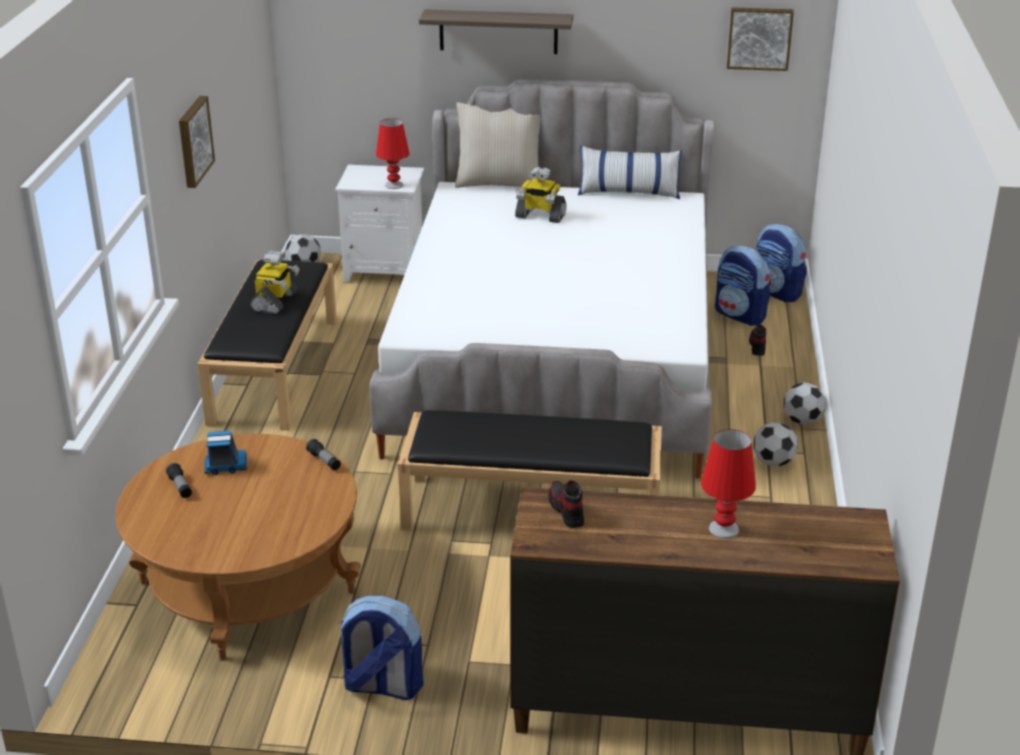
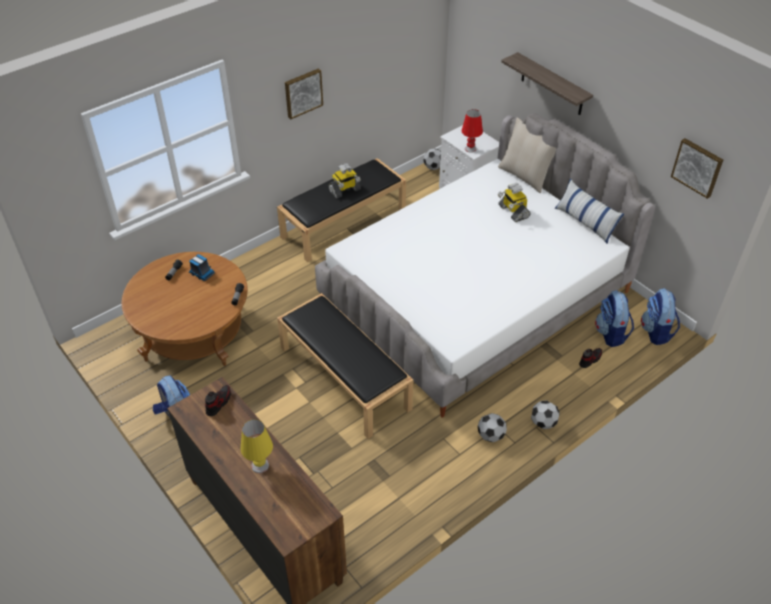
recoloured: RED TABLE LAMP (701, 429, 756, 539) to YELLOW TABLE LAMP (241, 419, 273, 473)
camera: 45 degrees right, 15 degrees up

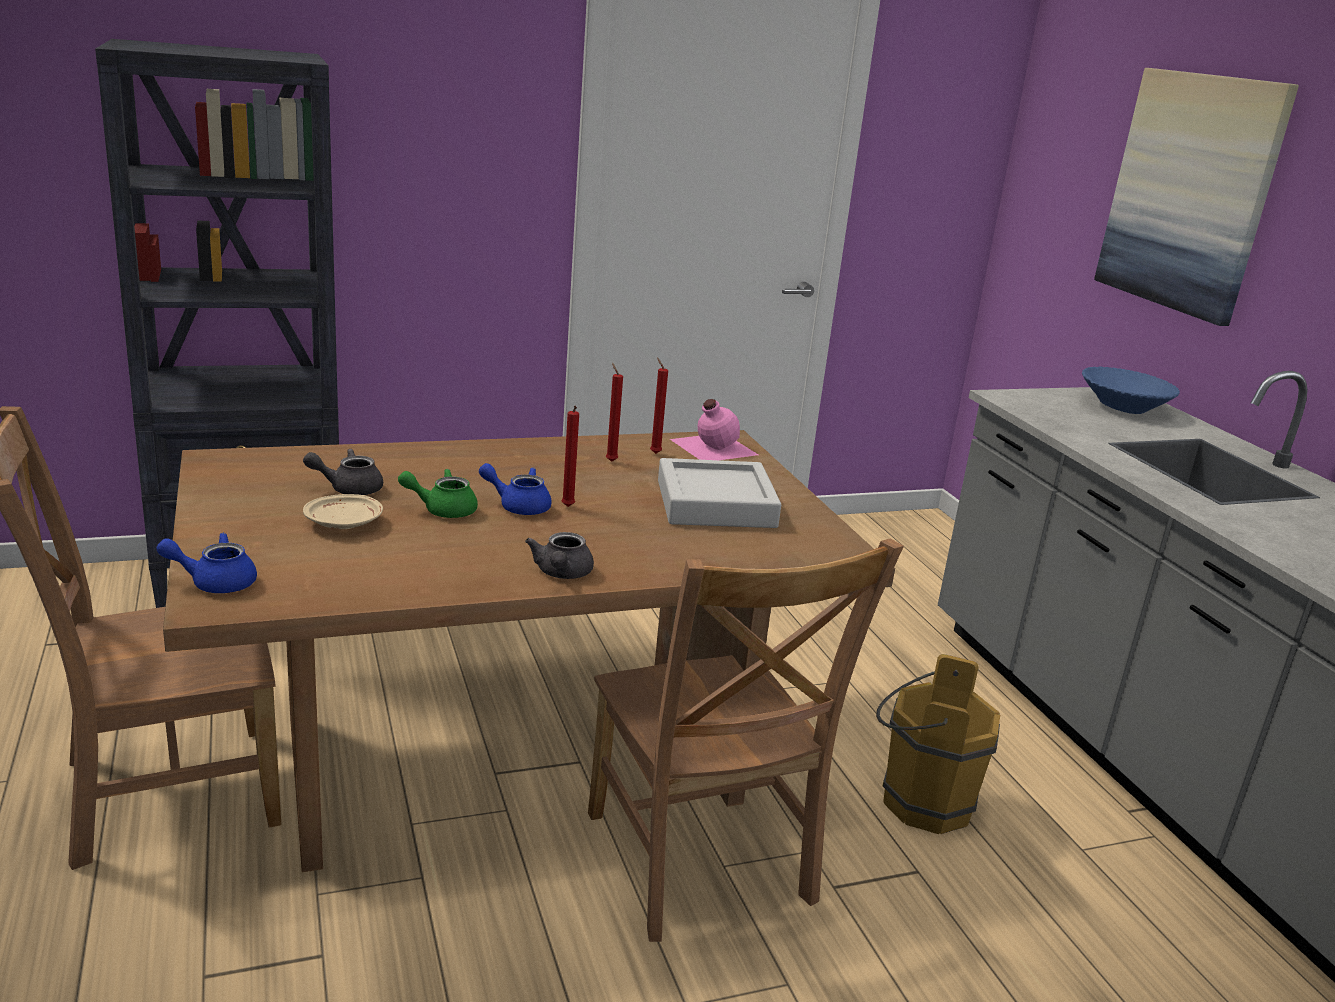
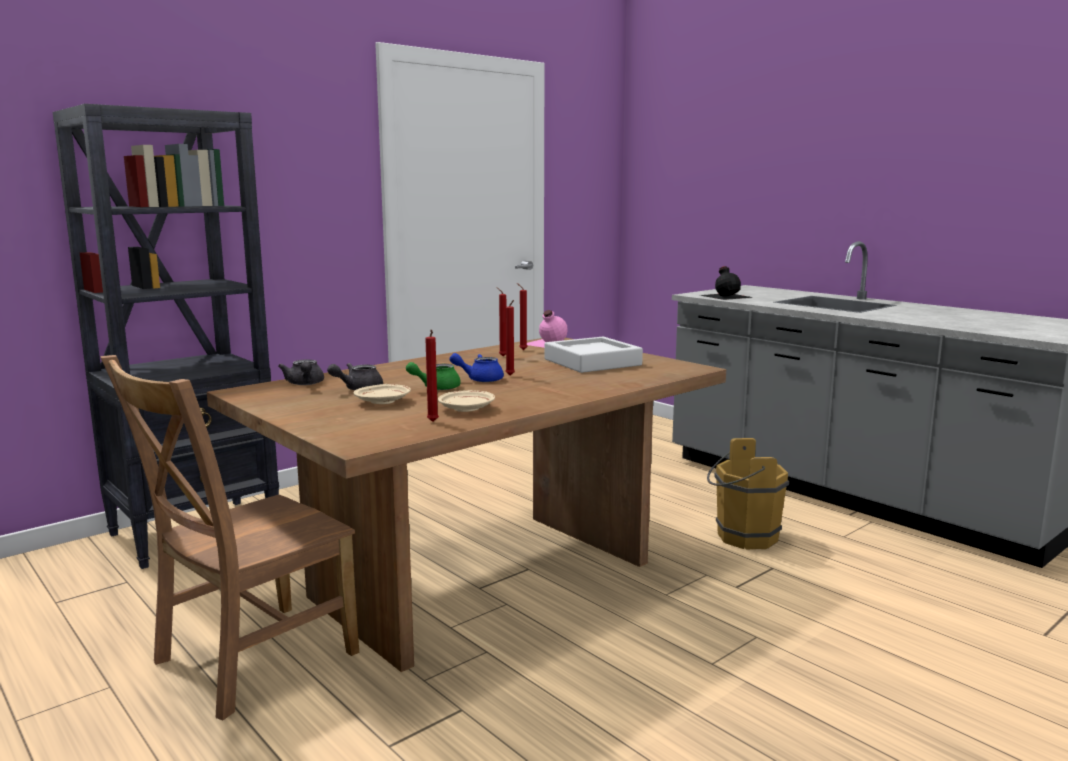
removed: PICTURE (1094, 68, 1299, 326); BLUE BOWL (1082, 367, 1180, 414); BLUE TEAPOT (156, 533, 257, 593); BROWN CHAIR (588, 539, 904, 942)
added: BLACK BOTTLE (700, 266, 753, 300); RED CANDLE (425, 329, 439, 422); BEIGE PLATE (438, 390, 495, 412)
moved: GREY TEAPOT (525, 532, 594, 579) to (278, 359, 324, 385)
camera: 20 degrees left, 10 degrees down

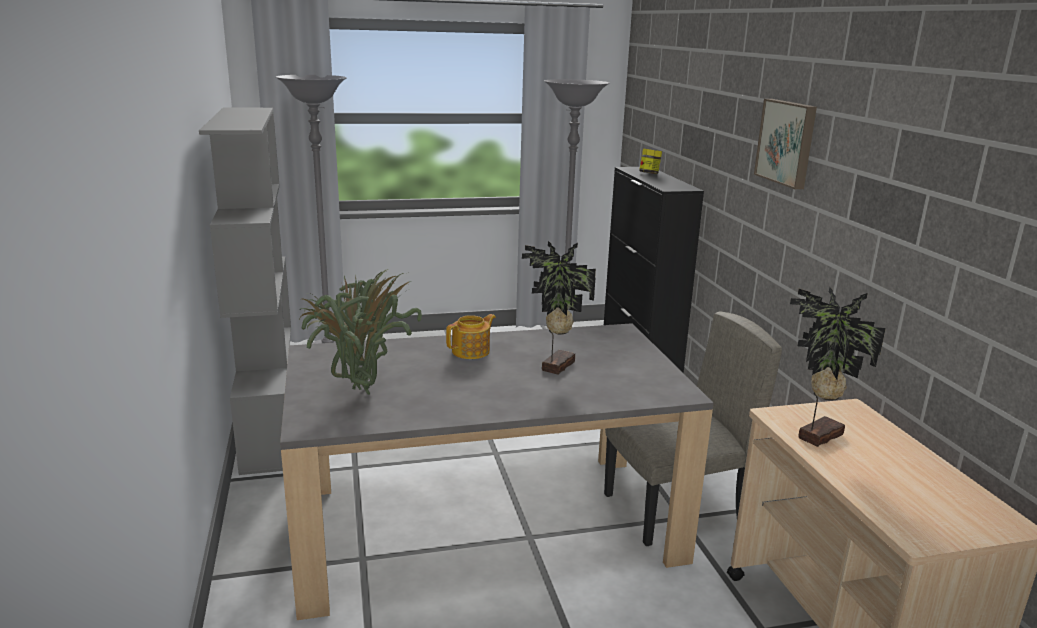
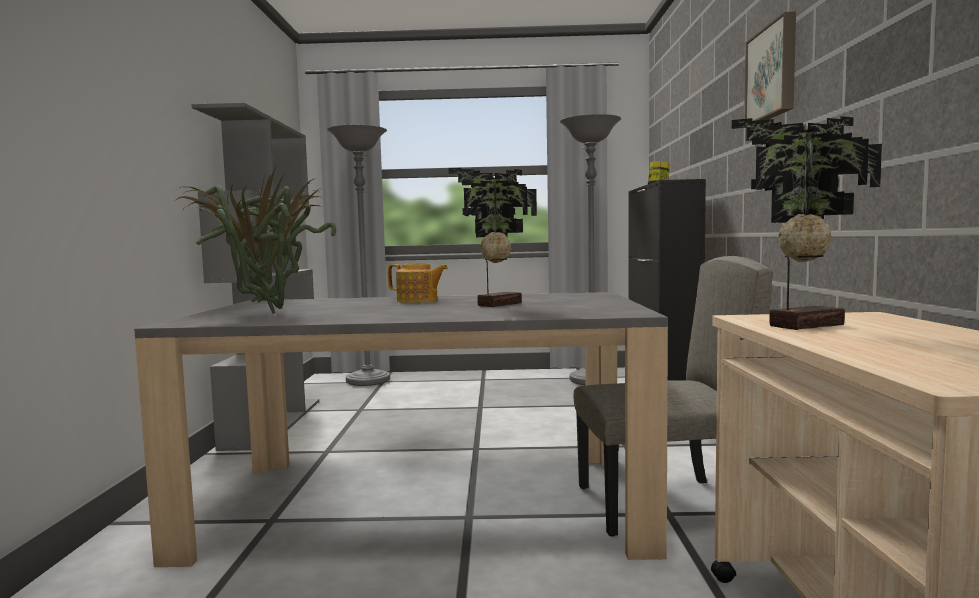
turned: TEAPOT (446, 314, 496, 359) = (388, 263, 448, 303) 45 degrees clockwise
camera: 15 degrees right, 15 degrees down

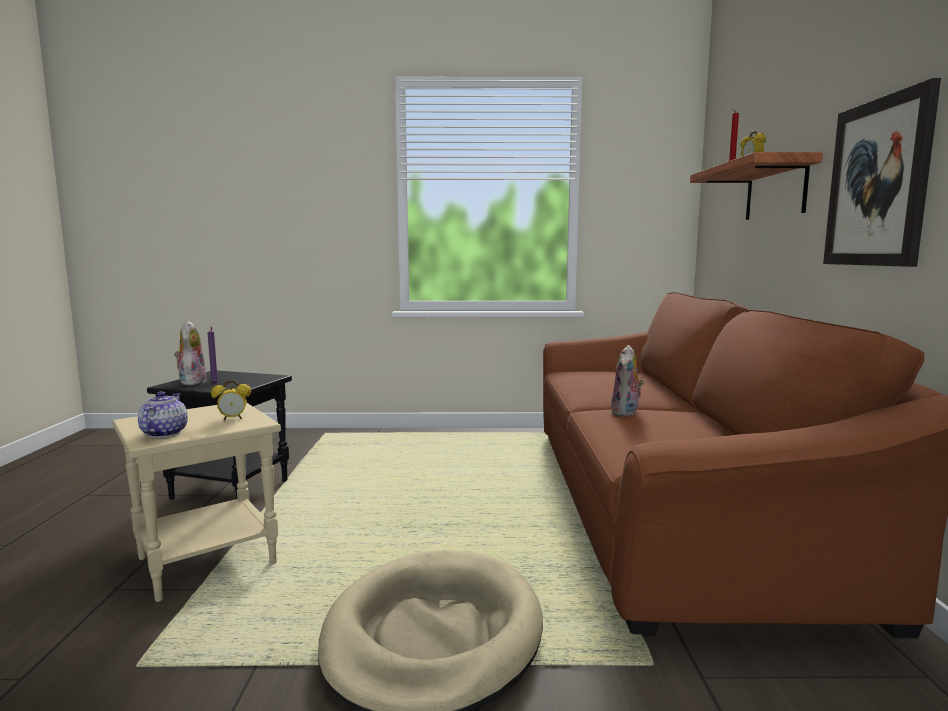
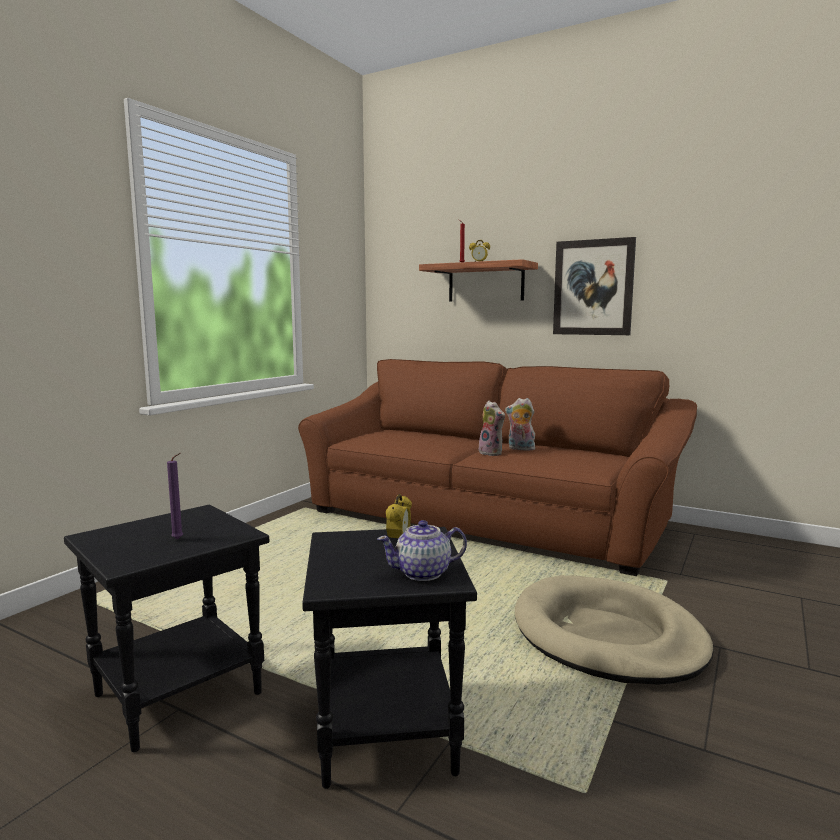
moved: PLUSH TOY (174, 321, 206, 385) to (505, 398, 535, 451)
recoloured: BEIGE SIDE TABLE (113, 403, 281, 602) to BLACK SIDE TABLE (302, 527, 477, 789)
turned: TEAPOT (138, 391, 188, 438) = (377, 520, 467, 581) 45 degrees counterclockwise
camera: 60 degrees left, 0 degrees up

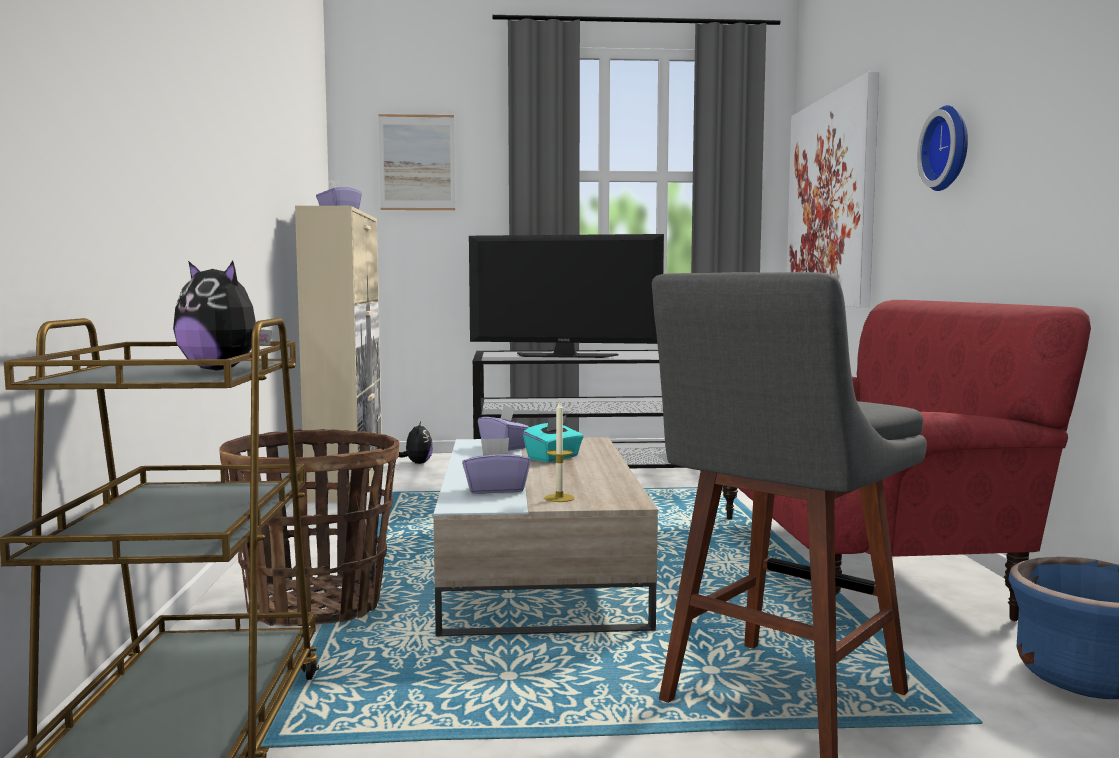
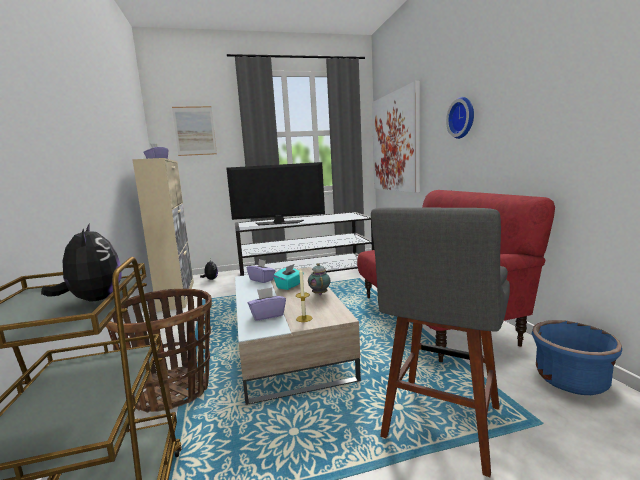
added: TEAPOT (308, 263, 331, 295)
turned: PLUSH TOY (173, 260, 271, 371) = (41, 223, 122, 301) 135 degrees counterclockwise
camera: 10 degrees left, 5 degrees up

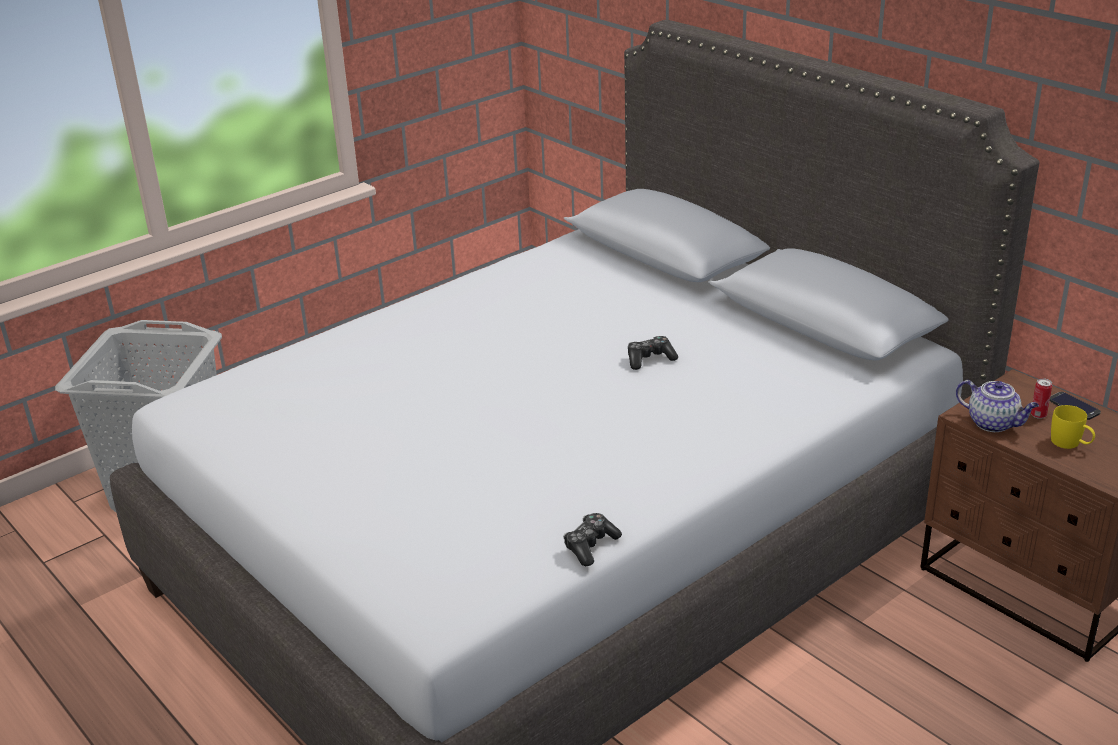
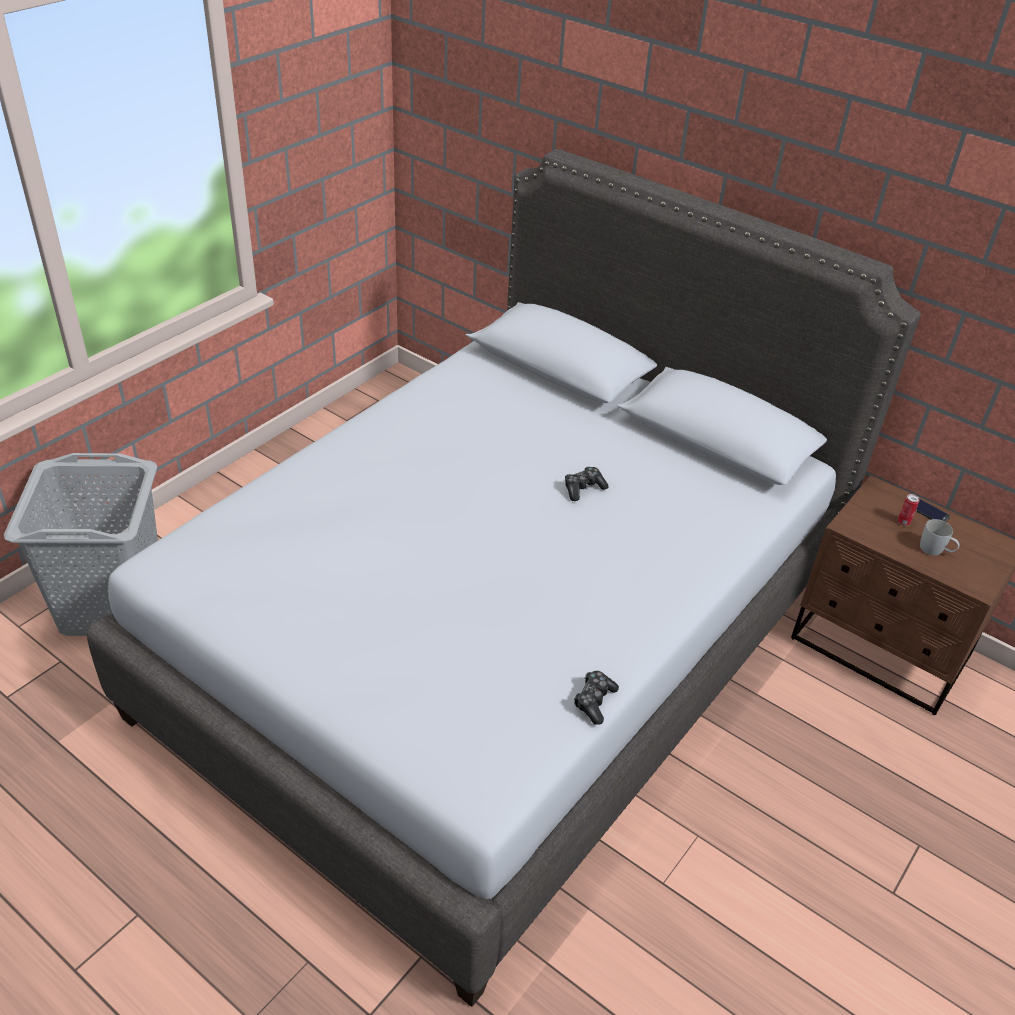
removed: TEAPOT (956, 380, 1039, 432)
recoloured: YELLOW MUG (1051, 405, 1095, 449) to WHITE MUG (920, 519, 959, 555)
camera: 15 degrees left, 10 degrees up

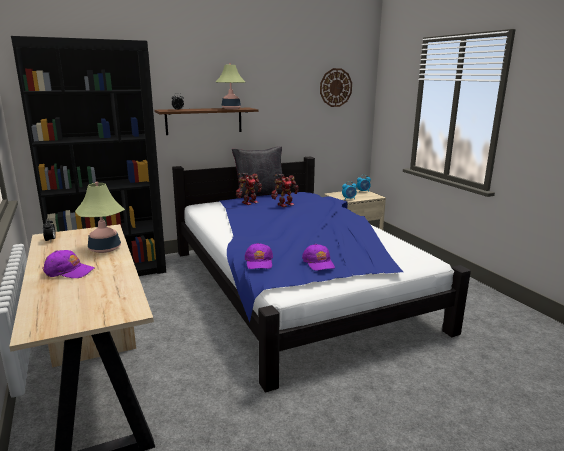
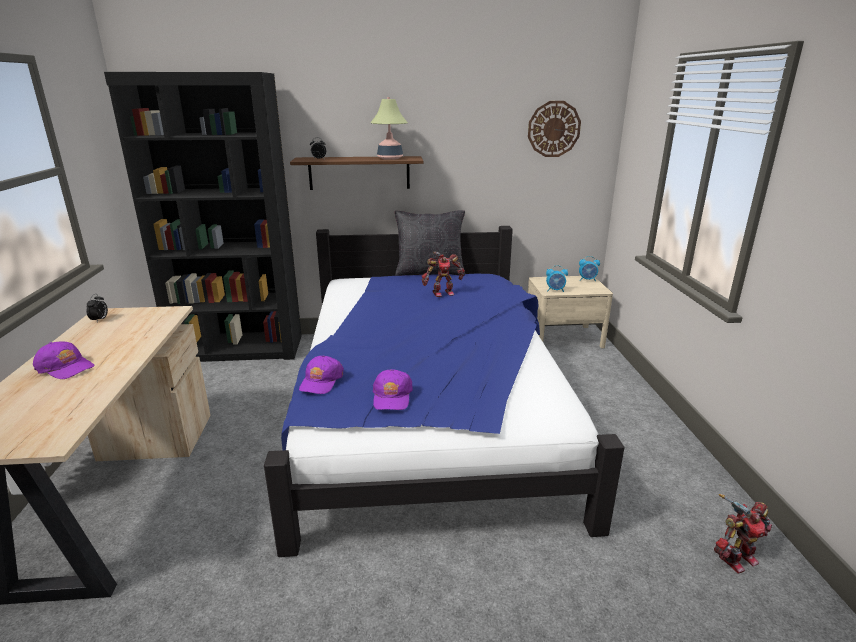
removed: TABLE LAMP (75, 182, 125, 253)
moved: TOY ROBOT (236, 173, 262, 205) to (714, 494, 772, 574)
camera: 20 degrees right, 5 degrees up

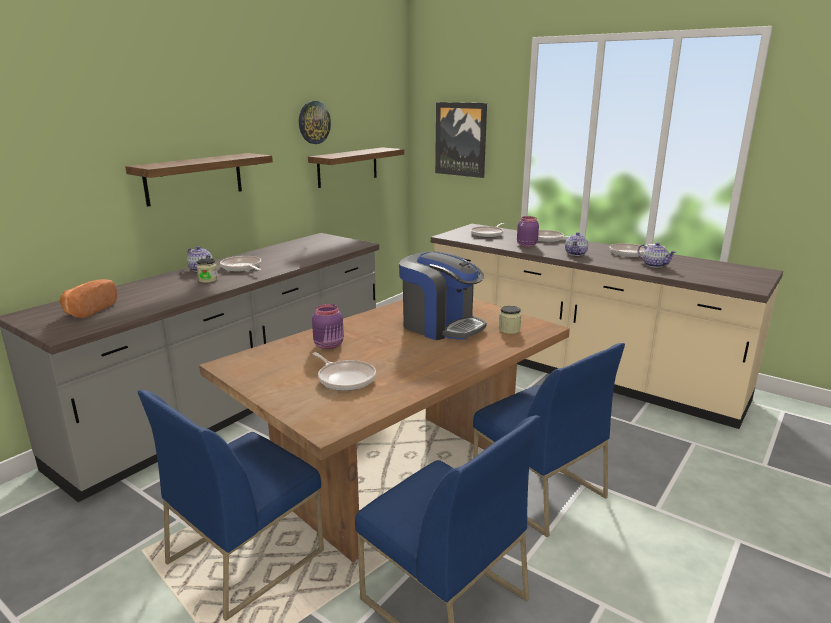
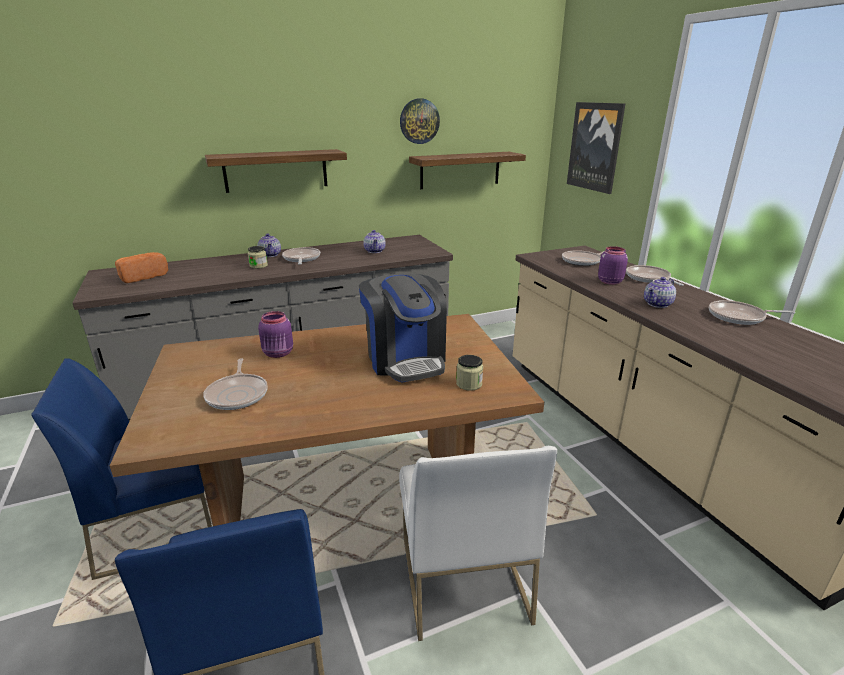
moved: TEAPOT (638, 242, 676, 268) to (363, 230, 386, 253)
recoloured: BLUE CHAIR (473, 343, 625, 537) to WHITE CHAIR (399, 446, 557, 641)
camera: 30 degrees right, 5 degrees up

